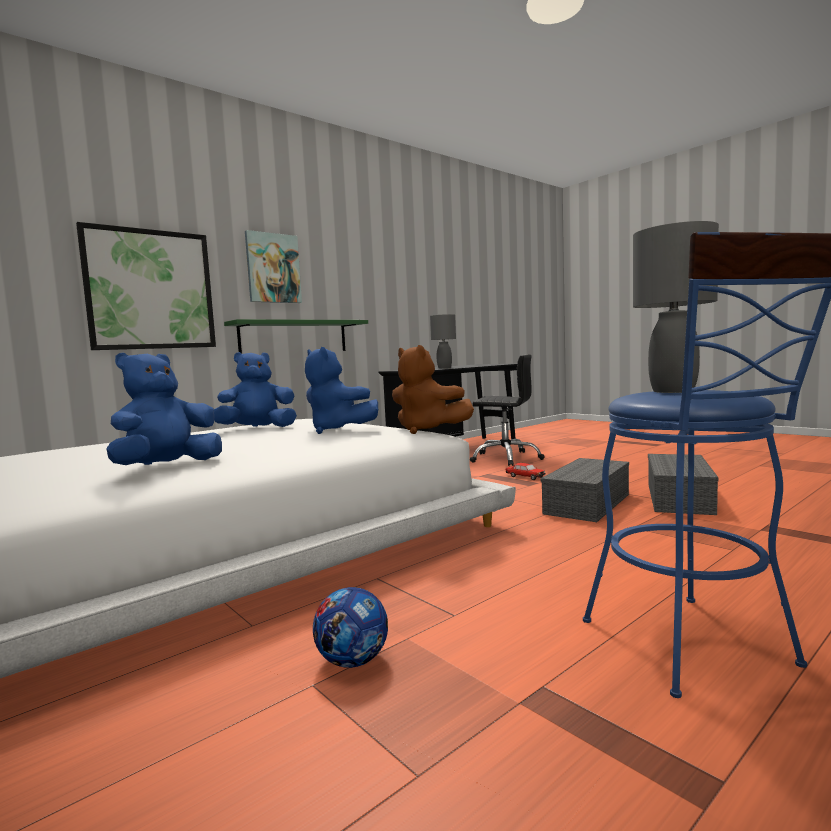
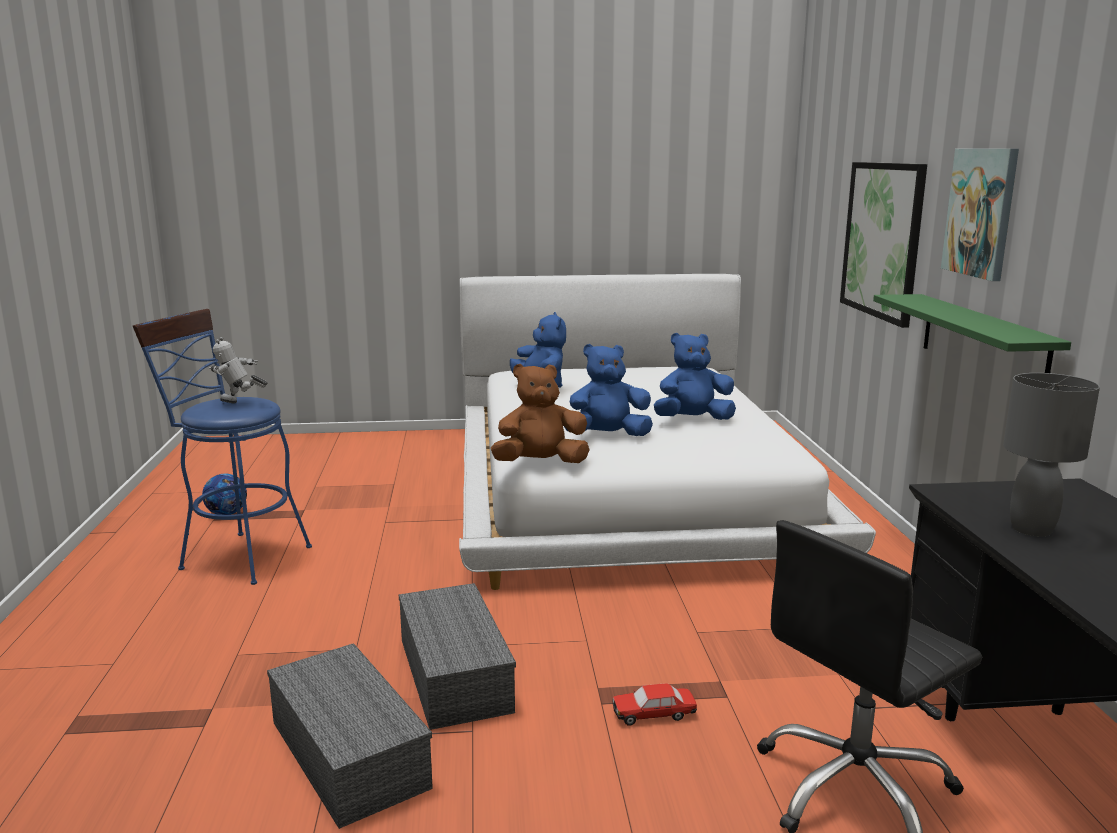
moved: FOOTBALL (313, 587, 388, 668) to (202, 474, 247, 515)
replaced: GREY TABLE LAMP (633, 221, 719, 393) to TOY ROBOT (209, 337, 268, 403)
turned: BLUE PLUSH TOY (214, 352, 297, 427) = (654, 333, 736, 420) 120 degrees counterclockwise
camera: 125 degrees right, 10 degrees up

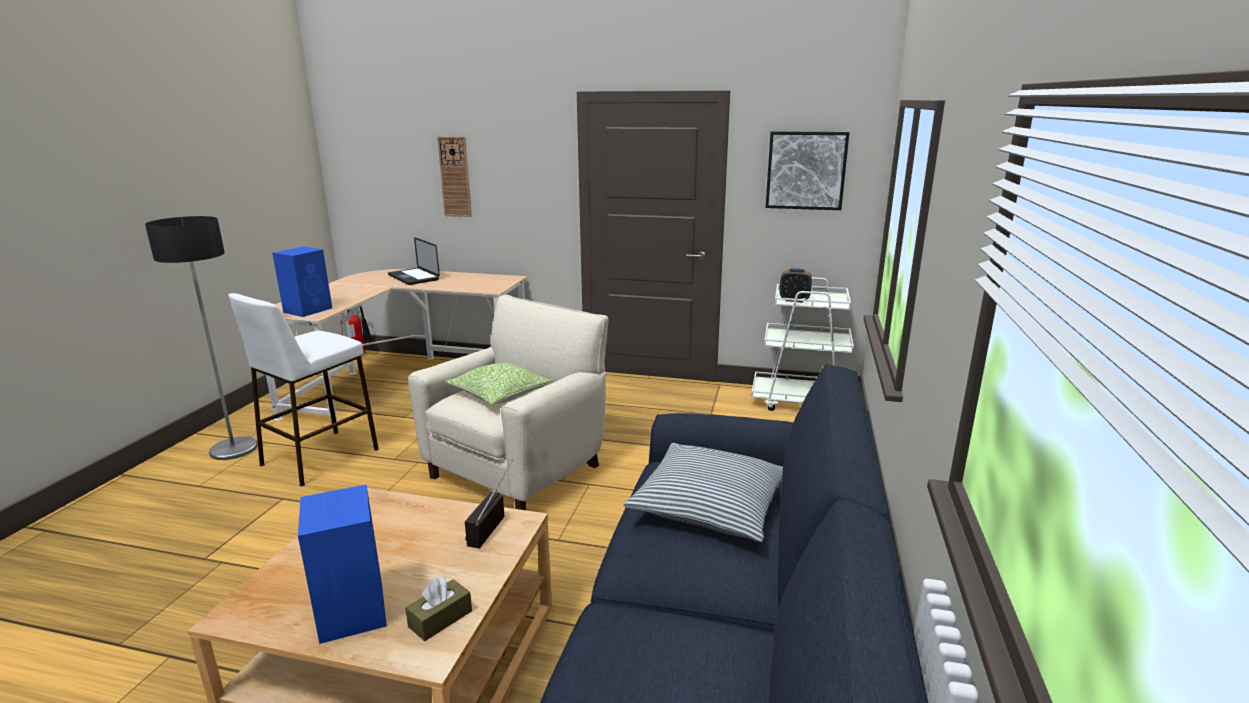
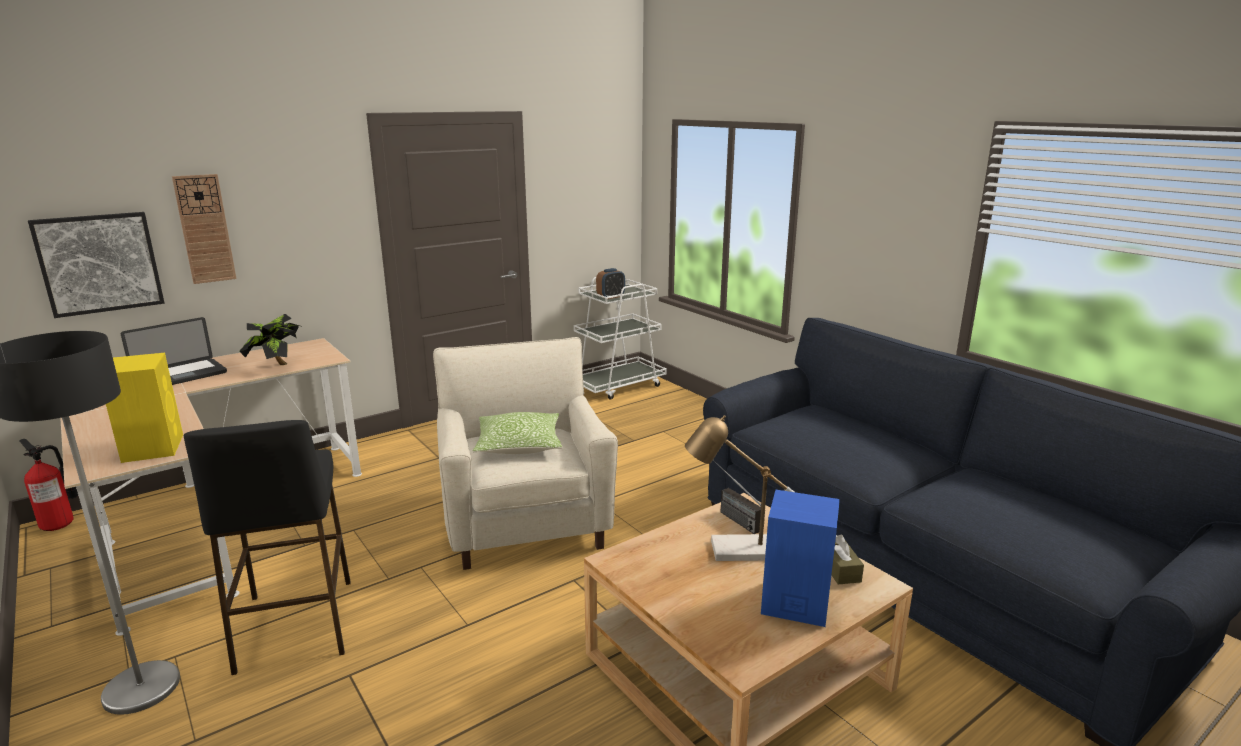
removed: PILLOW (624, 443, 783, 542)
added: POTTED PLANT (239, 314, 299, 365); TABLE LAMP (685, 415, 794, 561)
moved: PICTURE (765, 131, 849, 210) to (28, 212, 165, 318)
recoloured: BLUE SPEAKER (272, 246, 332, 317) to YELLOW SPEAKER (106, 353, 183, 463); WHITE STOOL (228, 293, 379, 486) to BLACK STOOL (184, 420, 351, 675)
turned: LAPTOP (388, 237, 440, 285) = (121, 317, 227, 385) 45 degrees counterclockwise
camera: 50 degrees left, 0 degrees up

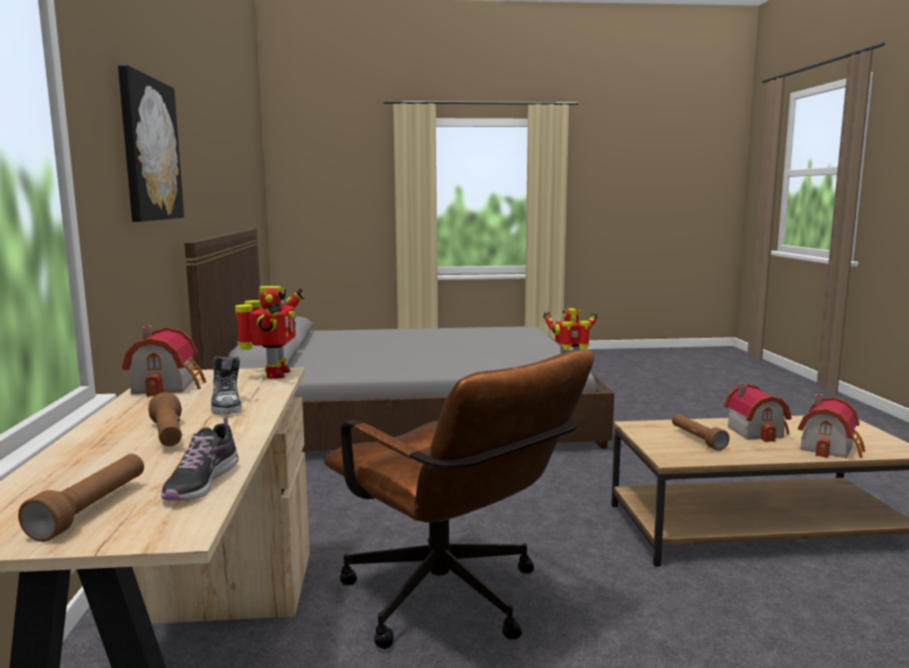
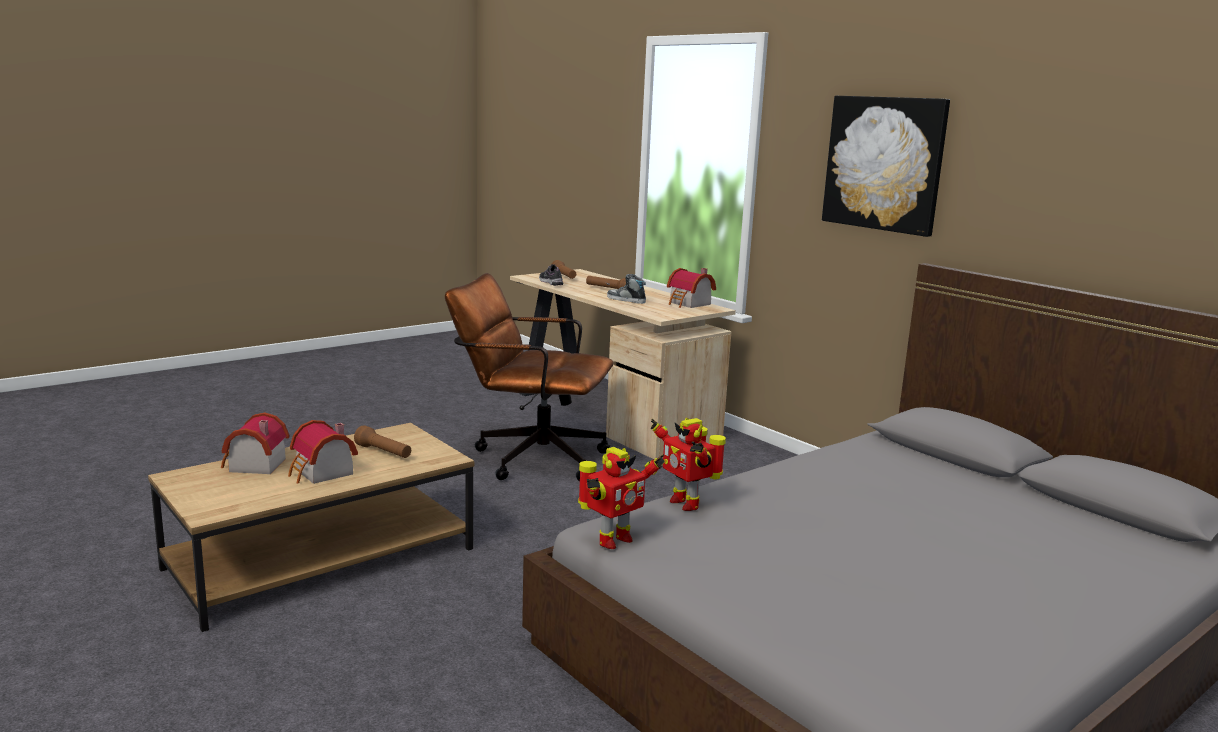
moved: TOY ROBOT (235, 286, 304, 378) to (650, 418, 726, 511)
camera: 145 degrees right, 5 degrees up

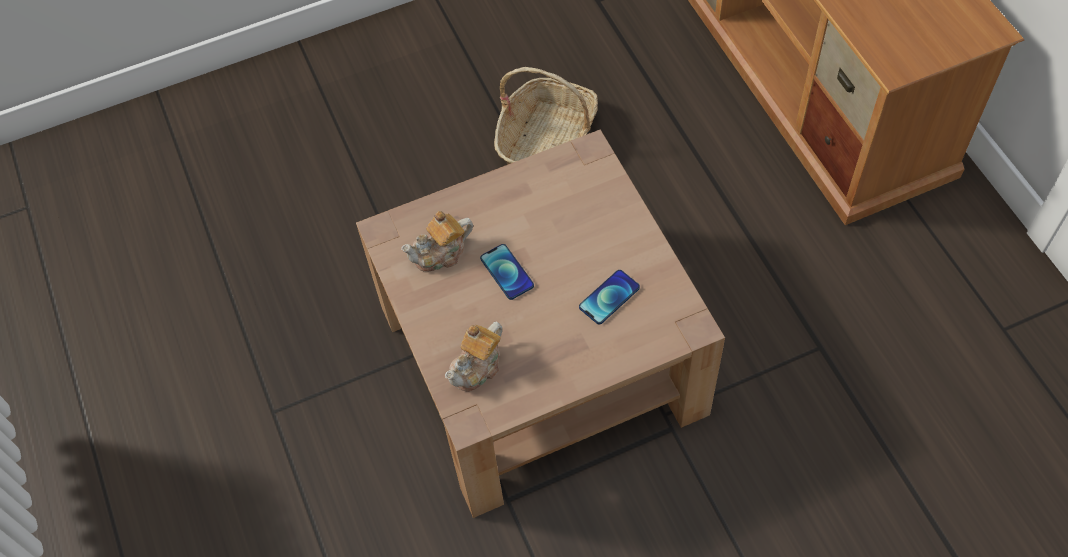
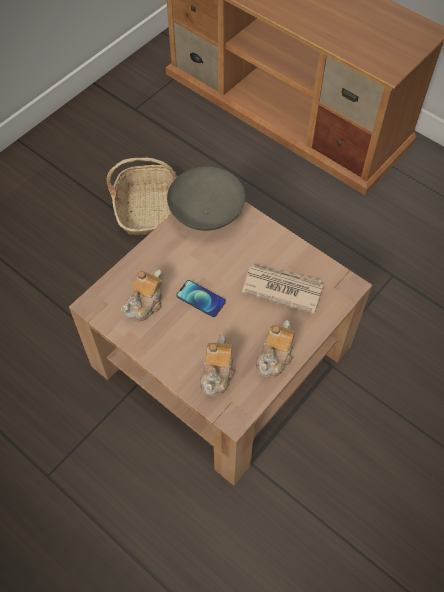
added: GREY BOWL (167, 167, 245, 231); TEAPOT (256, 320, 295, 378)
replaced: PHONE (579, 270, 640, 325) to NEWSPAPER (242, 265, 323, 314)
camera: 30 degrees left, 0 degrees up

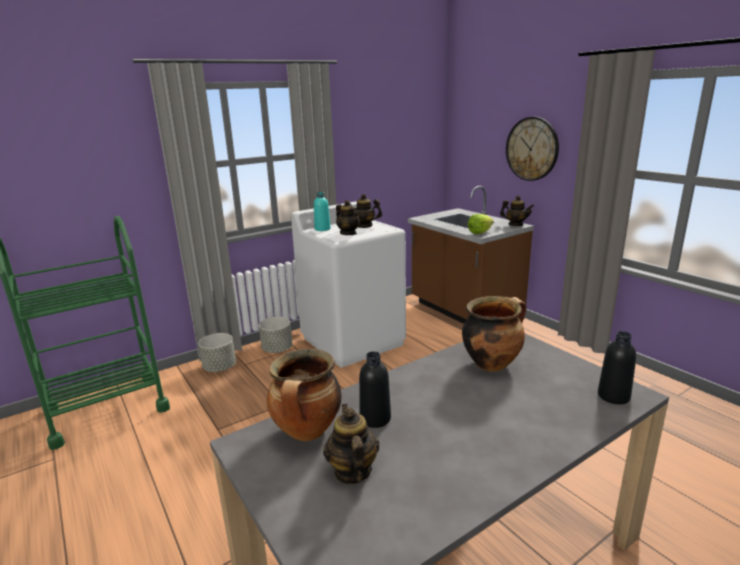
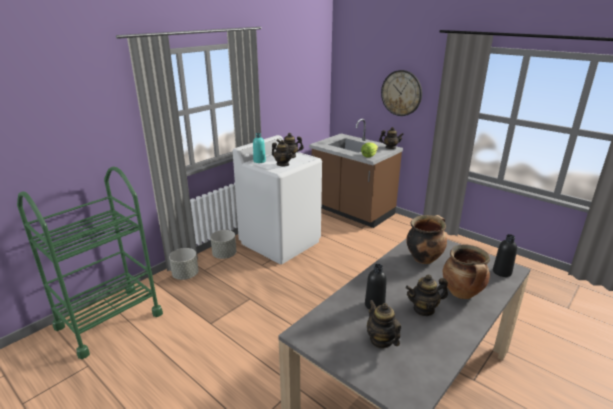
added: TEAPOT (405, 274, 448, 316)
moved: COOKING POT (267, 349, 342, 441) to (443, 244, 490, 299)
camera: 15 degrees left, 5 degrees up

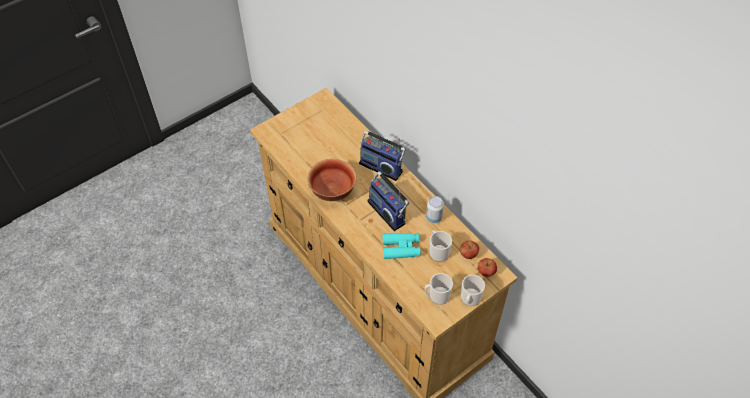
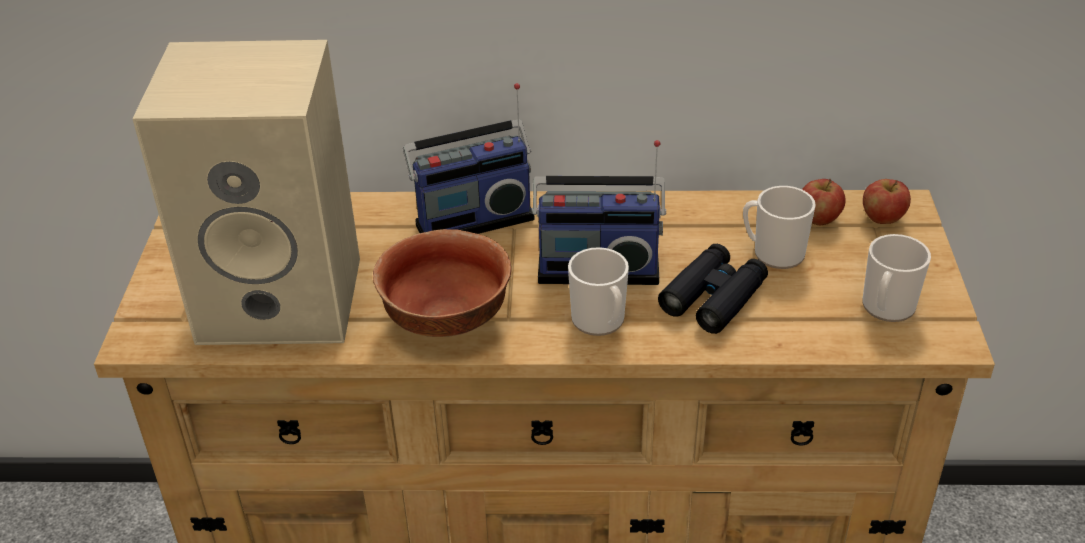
removed: CAN (426, 196, 444, 223)
added: BEIGE SPEAKER (132, 40, 360, 345)
moved: MUG (461, 275, 485, 306) to (568, 247, 629, 336)
recoloured: TURQUOISE BINOCULARS (383, 233, 420, 259) to BLACK BINOCULARS (658, 244, 768, 334)
camera: 50 degrees left, 15 degrees down

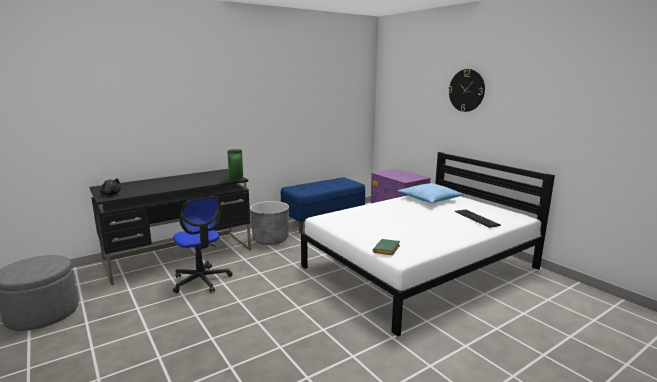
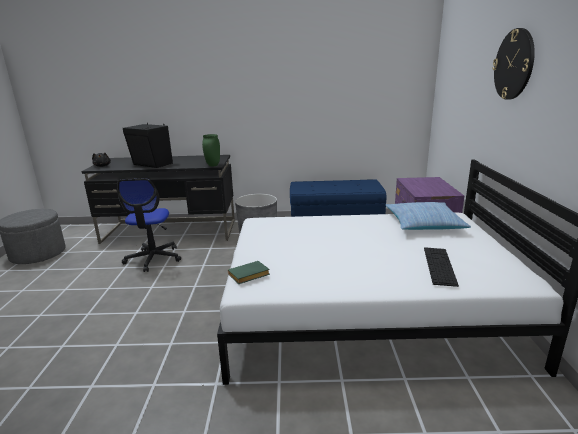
added: BLACK SPEAKER (123, 124, 173, 168)
camera: 35 degrees right, 5 degrees up

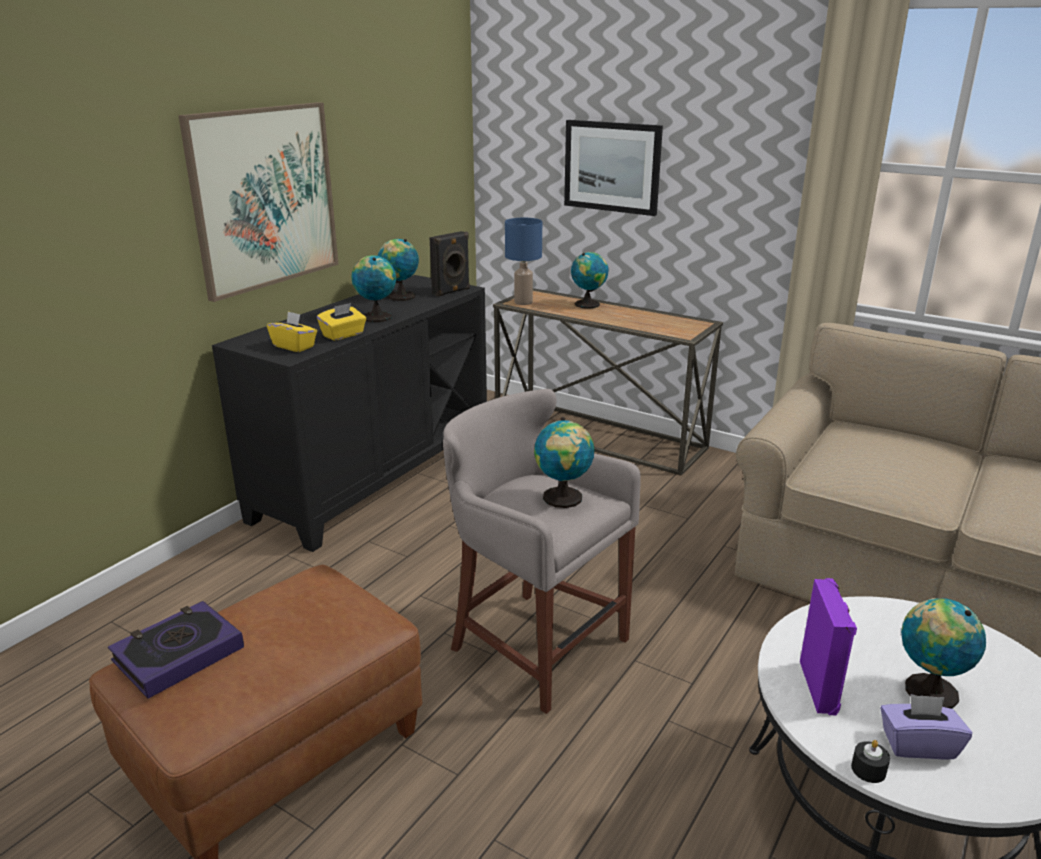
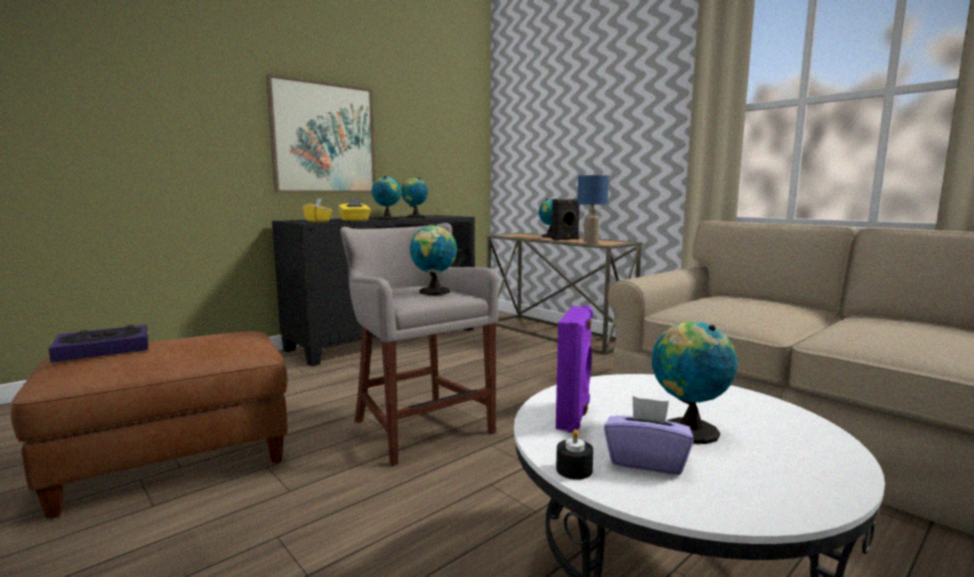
removed: PICTURE (564, 120, 663, 216)
moved: BLUE TABLE LAMP (505, 218, 542, 305) to (577, 175, 609, 243); BLACK SPEAKER (430, 231, 470, 297) to (552, 199, 579, 241)
camera: 15 degrees right, 15 degrees down

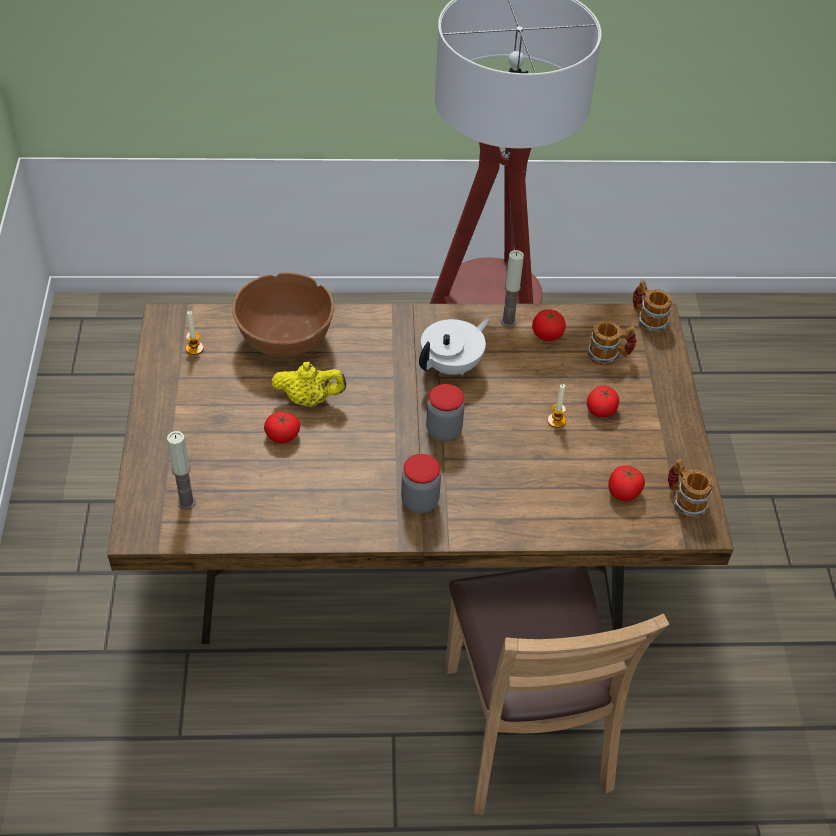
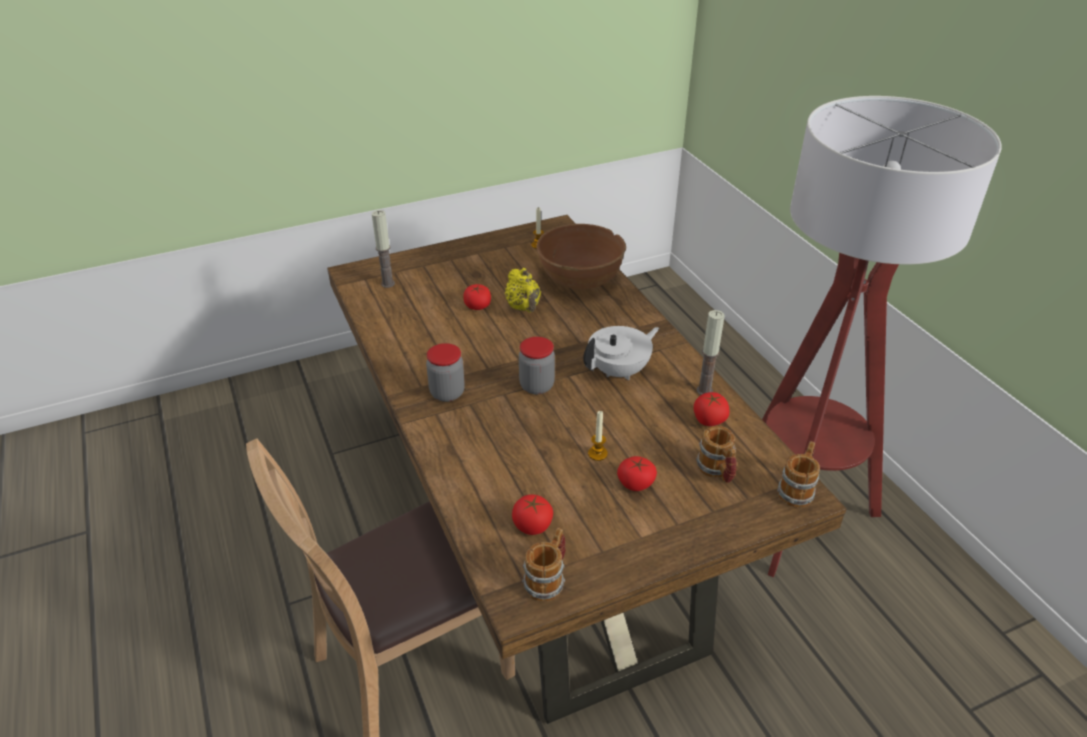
turned: WHITE TEAPOT (419, 318, 490, 376) = (583, 326, 659, 381) 60 degrees counterclockwise
camera: 70 degrees right, 10 degrees down

